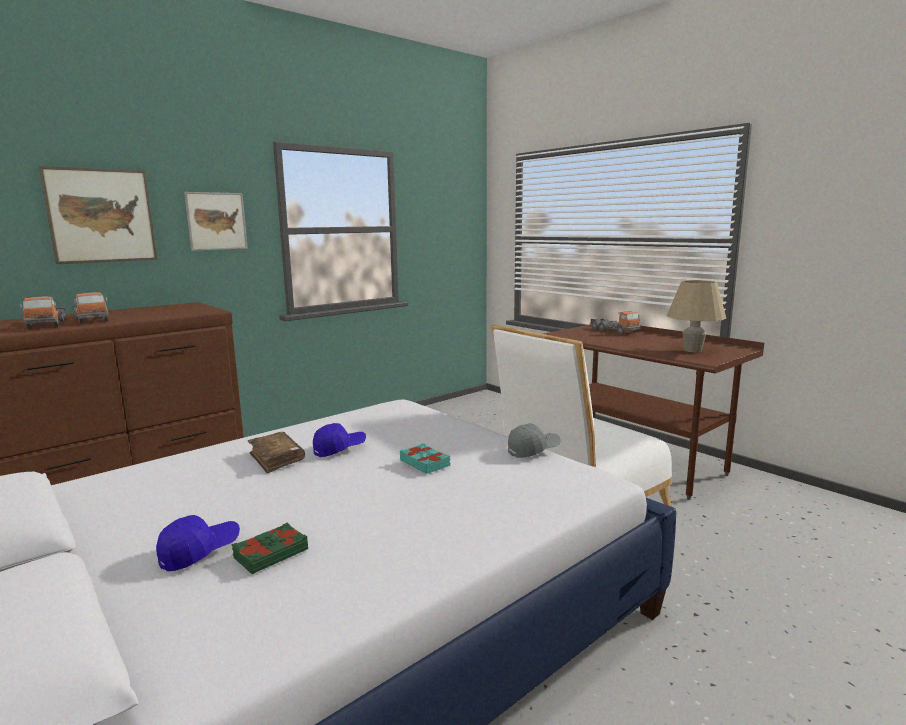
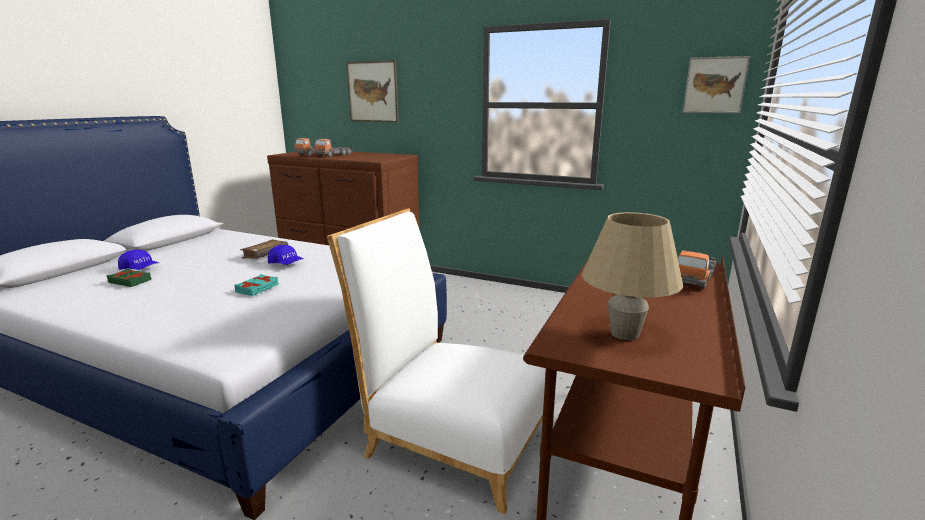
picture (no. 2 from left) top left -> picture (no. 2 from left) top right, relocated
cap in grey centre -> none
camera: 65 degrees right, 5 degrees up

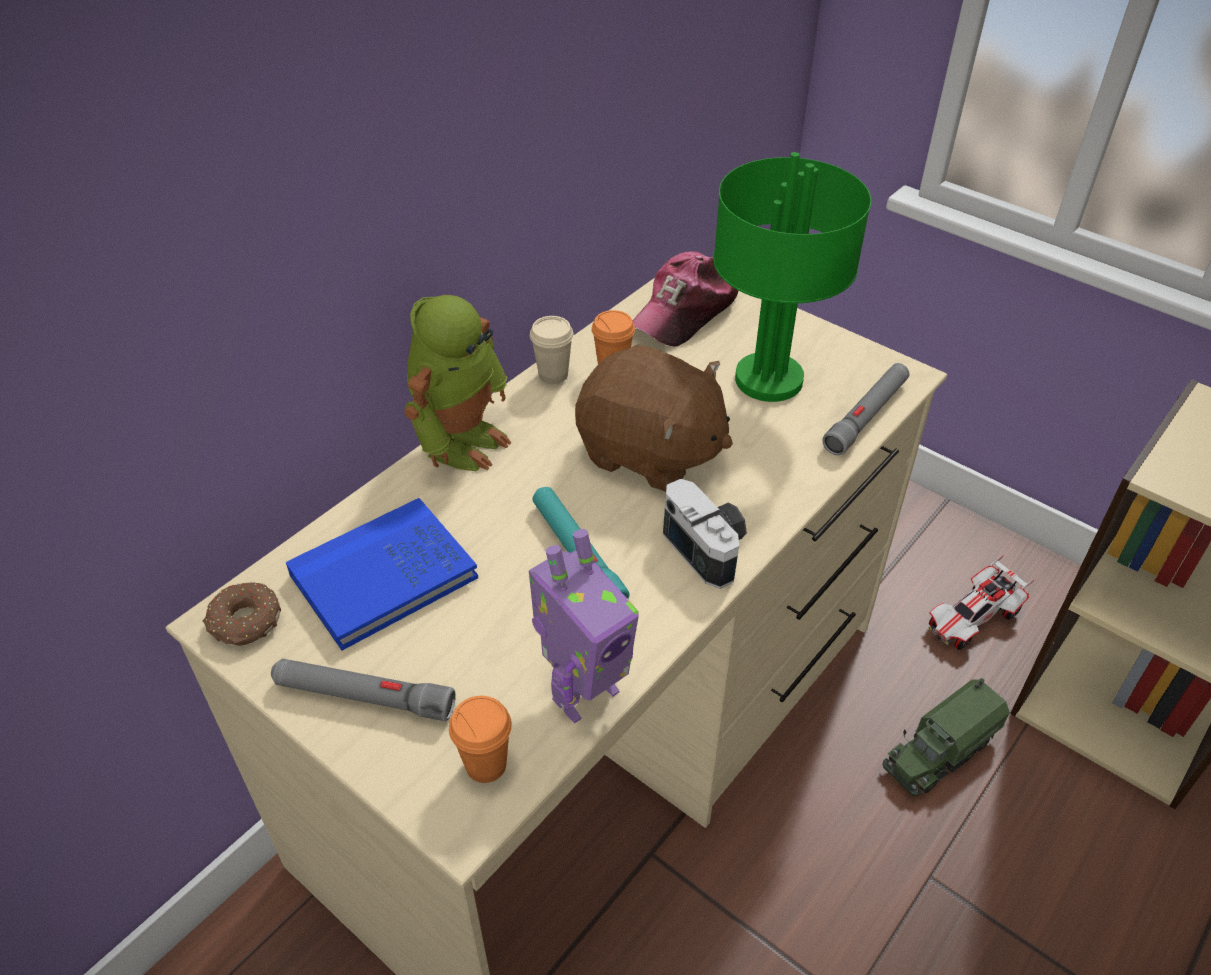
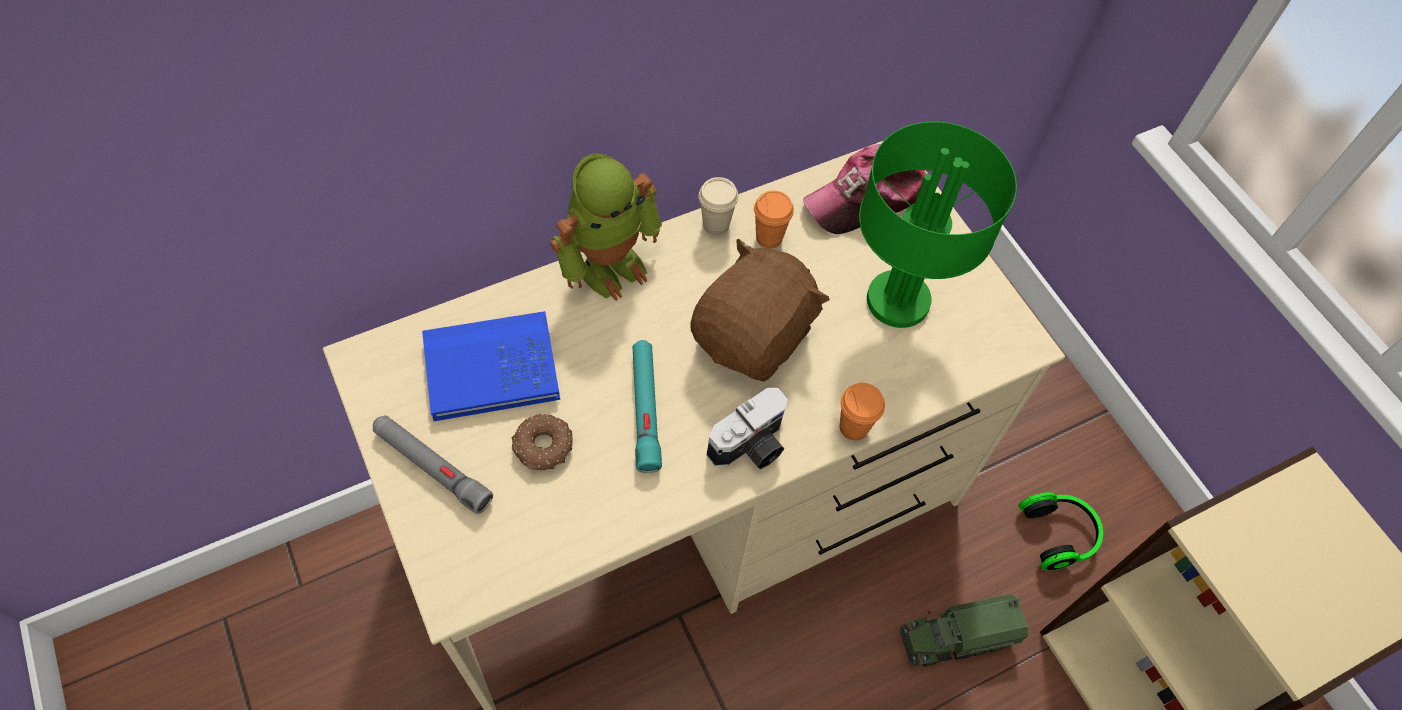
donut middle left -> donut centre, relocated
cup in orange (no. 1 from left in the first image) bottom centre -> cup in orange (no. 2 from left) centre, relocated
toy robot (no. 2 from left) centre -> none
plush toy in brown centre, 105 degrees counterclockwise
photo camera centre, 60 degrees clockwise
flashlight in grey (no. 2 from left) middle right -> none
toy car middle right -> headphones bottom right
camera: 20 degrees right, 15 degrees up

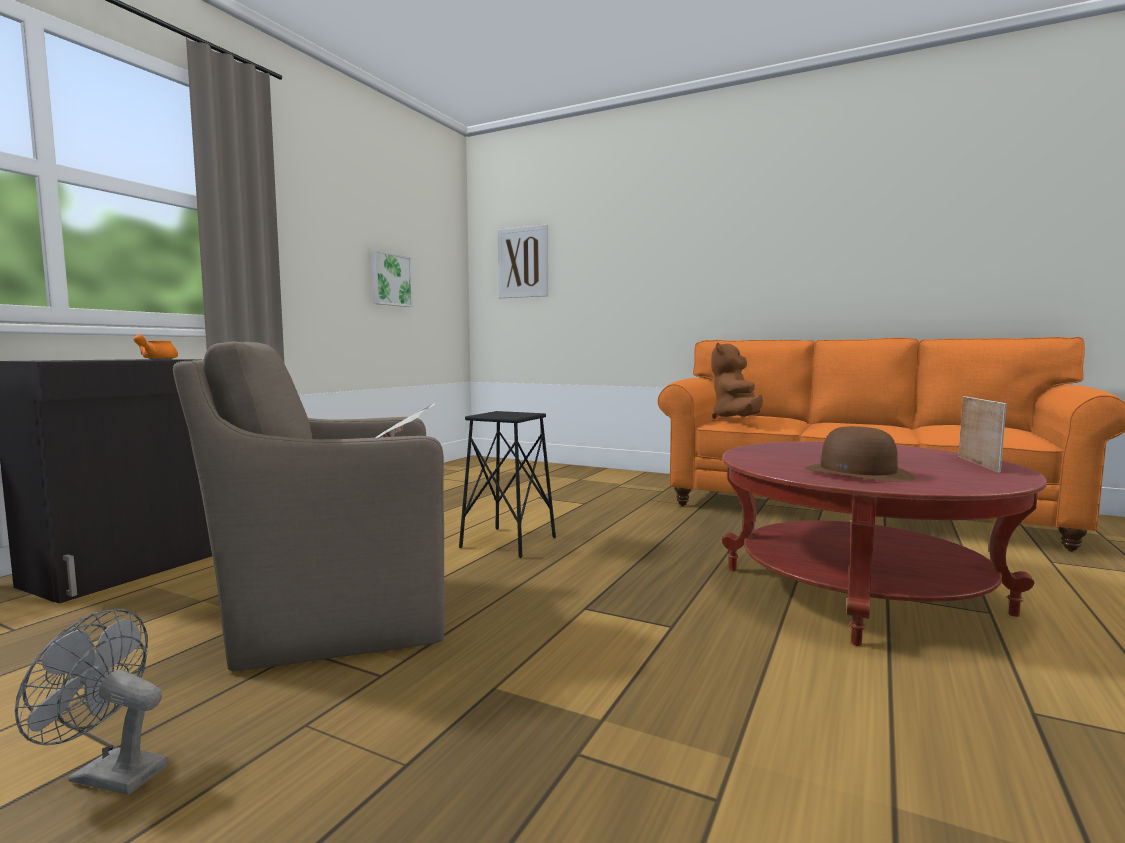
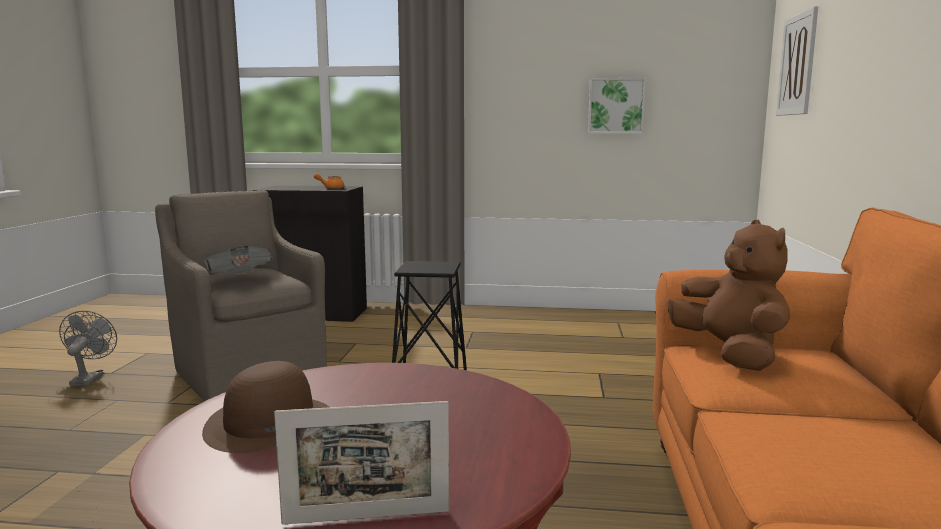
plush toy in brown centre -> plush toy in brown middle right, 75 degrees clockwise
camera: 70 degrees right, 5 degrees up

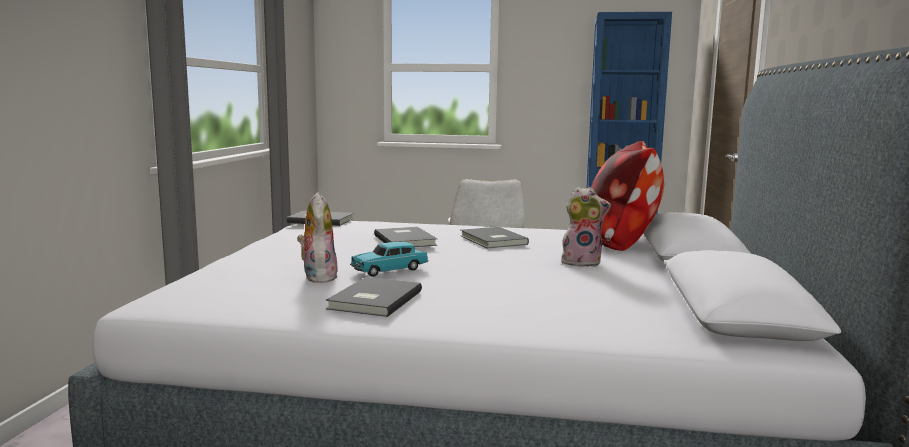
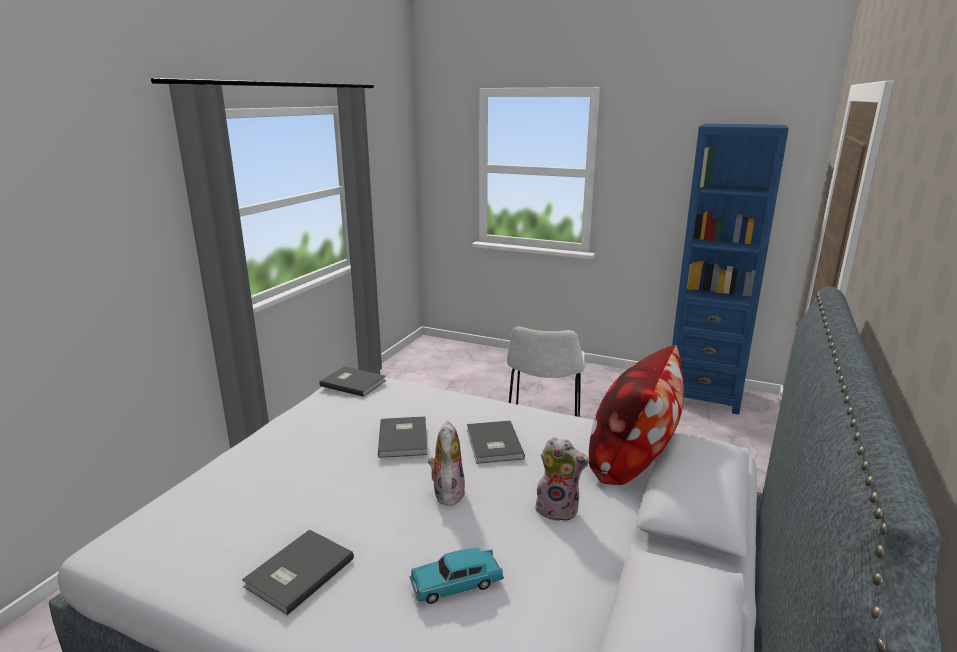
plush toy (no. 1 from left) centre -> plush toy (no. 1 from left) bottom centre, relocated
toy car in turquoise centre -> toy car in turquoise bottom centre, relocated
camera: 15 degrees right, 10 degrees up

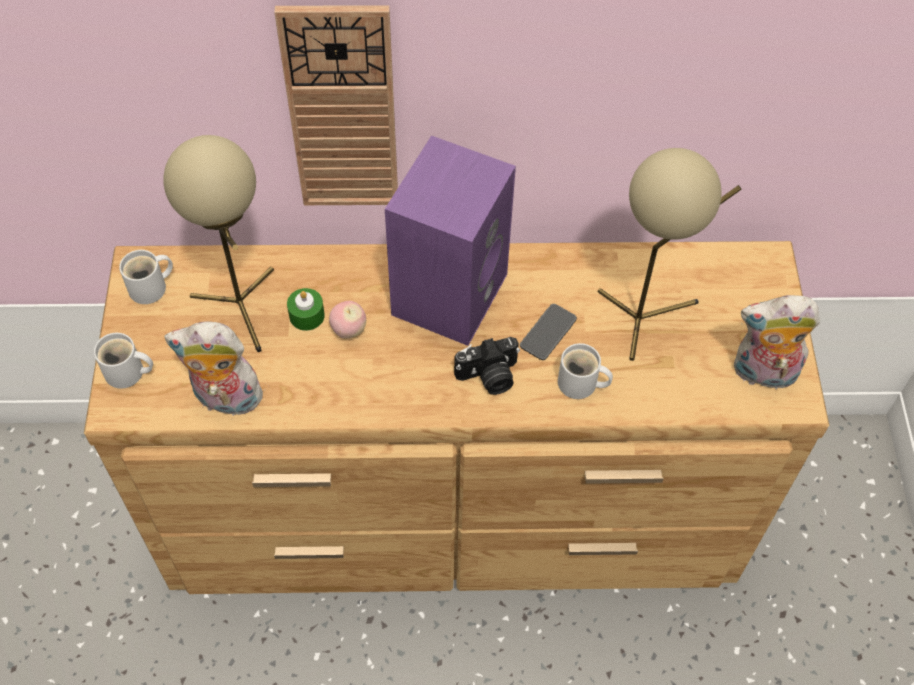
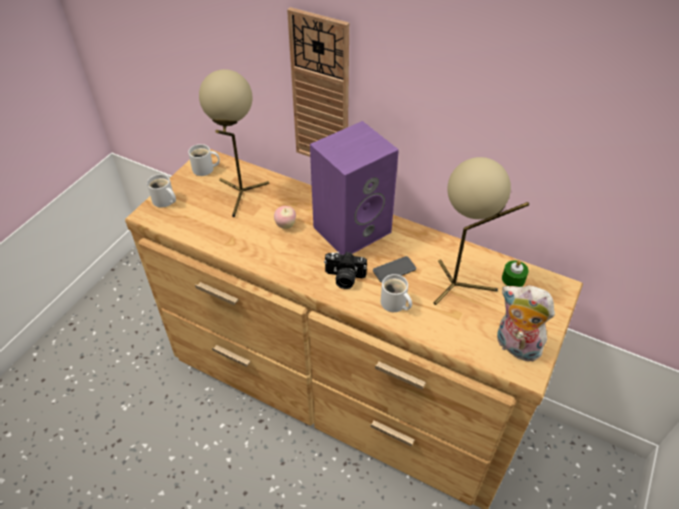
plush toy (no. 1 from left) middle left -> none
candle in green centre -> candle in green middle right, relocated
camera: 30 degrees right, 10 degrees down

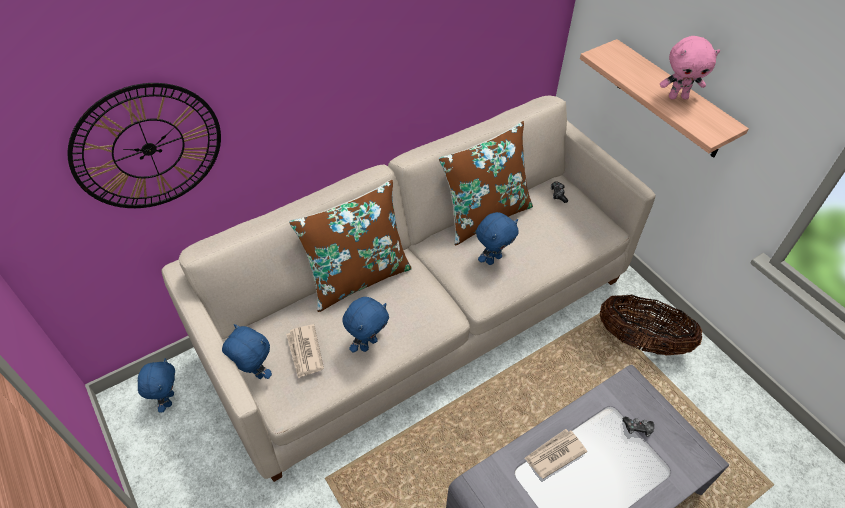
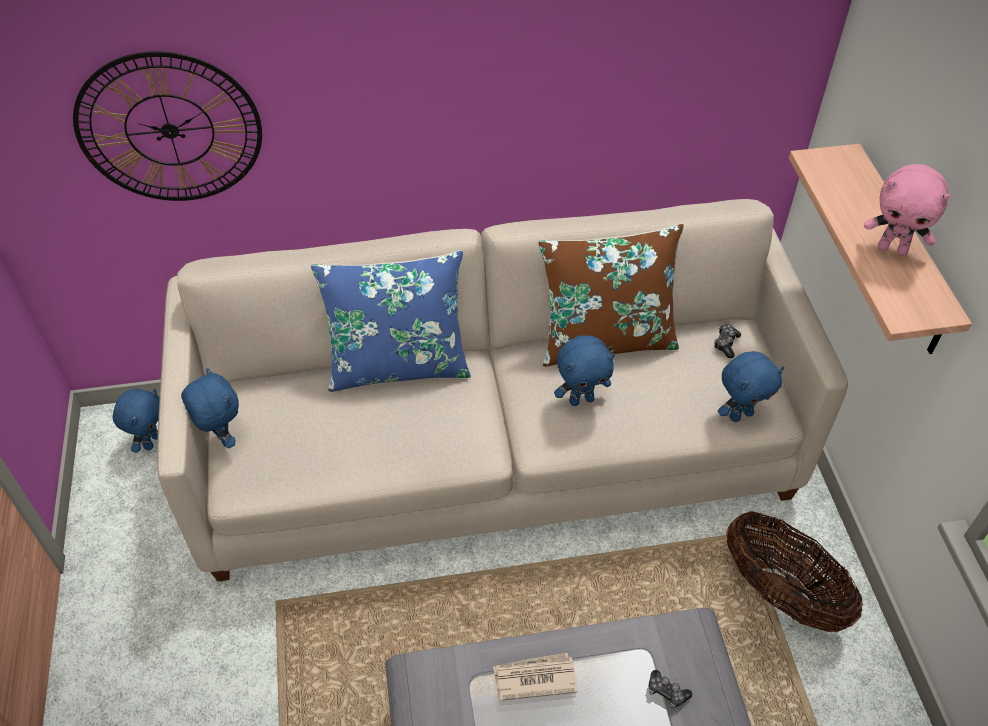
newspaper (no. 1 from left) bottom centre -> none
pillow in brown (no. 1 from left) centre -> pillow in blue centre
plush toy in blue (no. 3 from left in the first image) centre -> plush toy in blue (no. 4 from left) middle right, relocated
camera: 25 degrees right, 0 degrees up

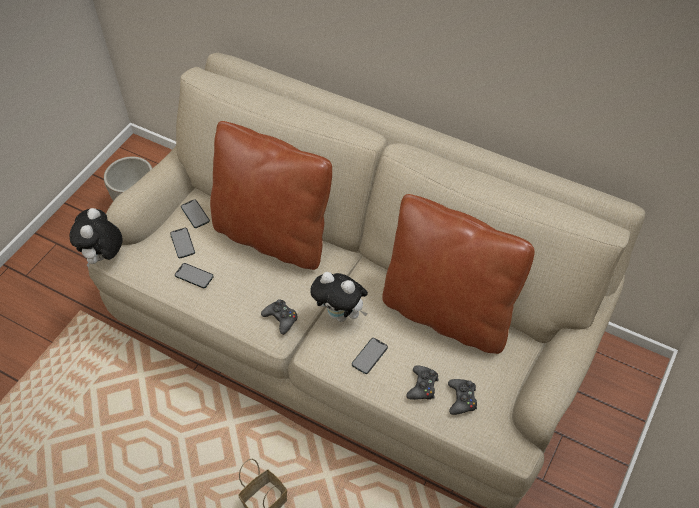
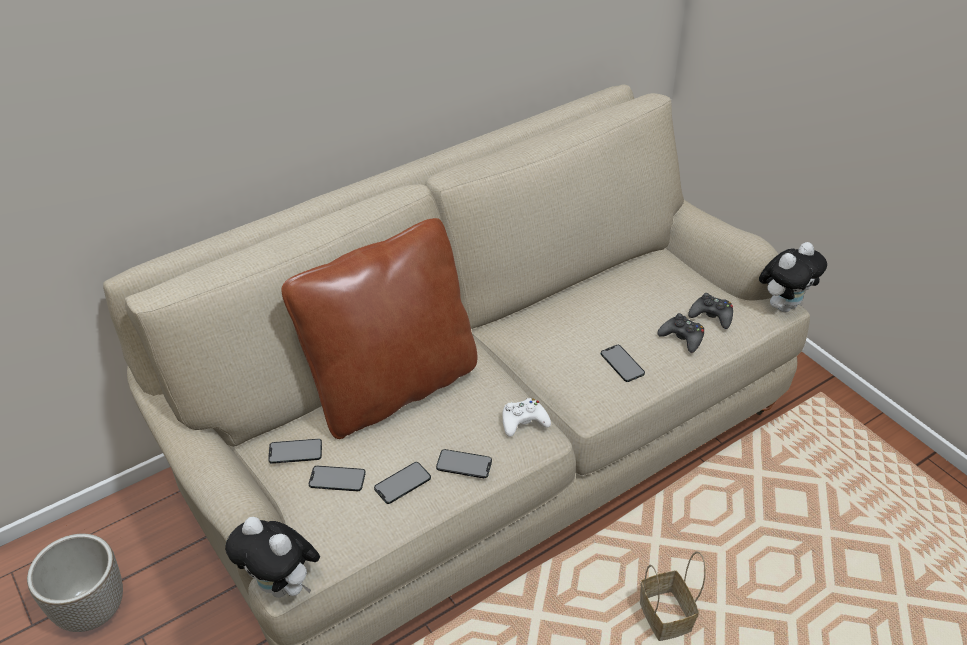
game controller in black (no. 1 from left) centre -> game controller in white centre
plush toy (no. 2 from left) centre -> plush toy (no. 2 from left) middle right, relocated
pillow in brown (no. 2 from left) centre -> none
none -> phone (no. 4 from left) bottom centre
camera: 65 degrees left, 10 degrees down

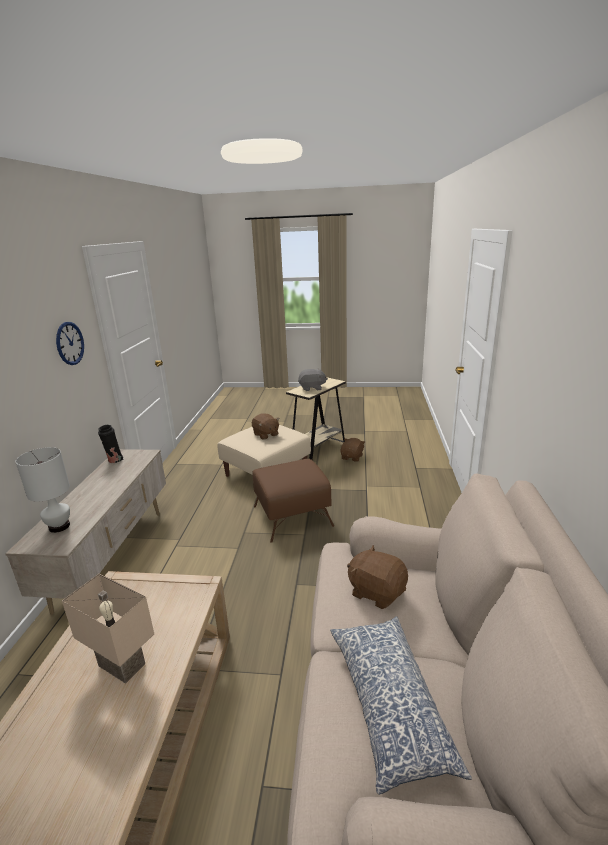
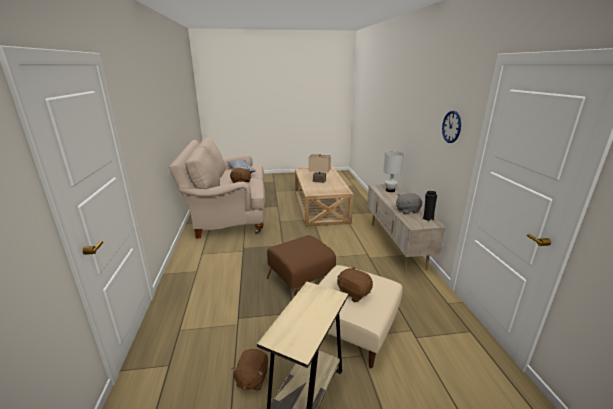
plush toy in grey centre -> plush toy in grey middle right, relocated
camera: 165 degrees right, 0 degrees up

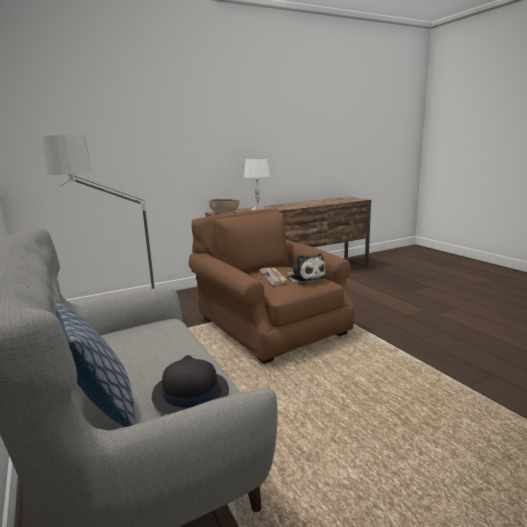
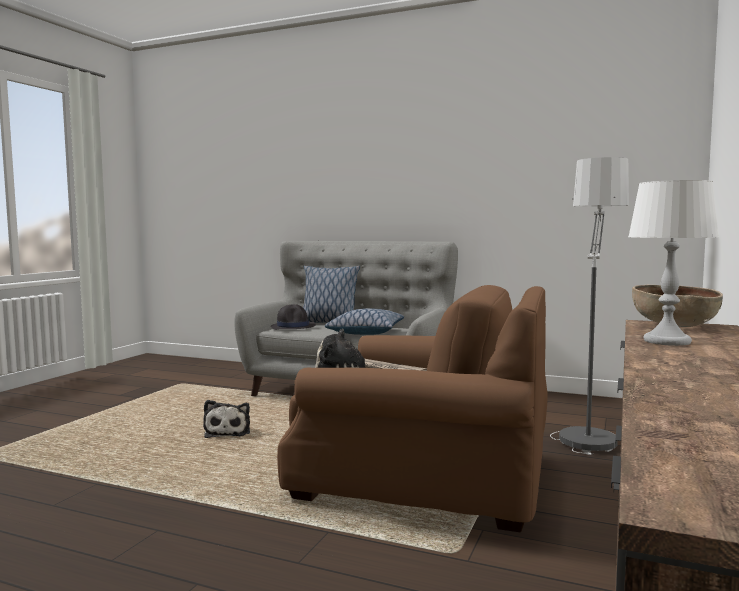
none -> plush toy (no. 1 from left) bottom left
none -> pillow (no. 2 from left) centre
camera: 140 degrees right, 10 degrees down

